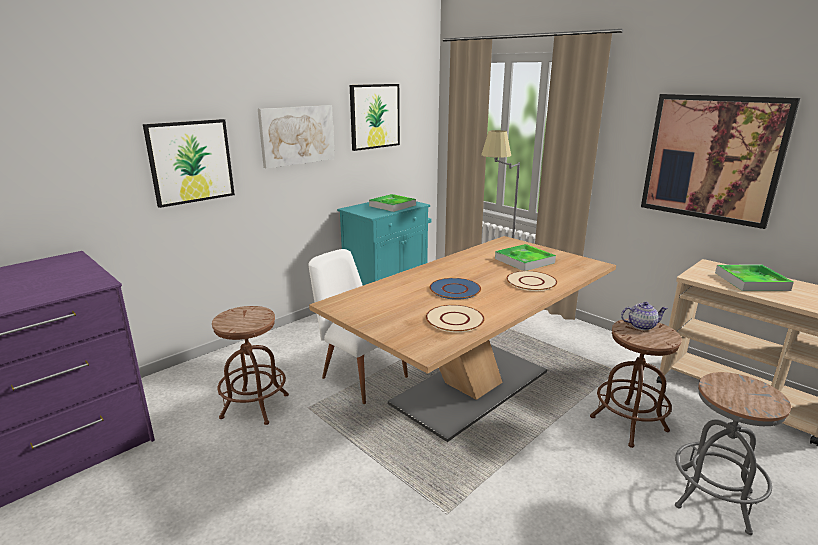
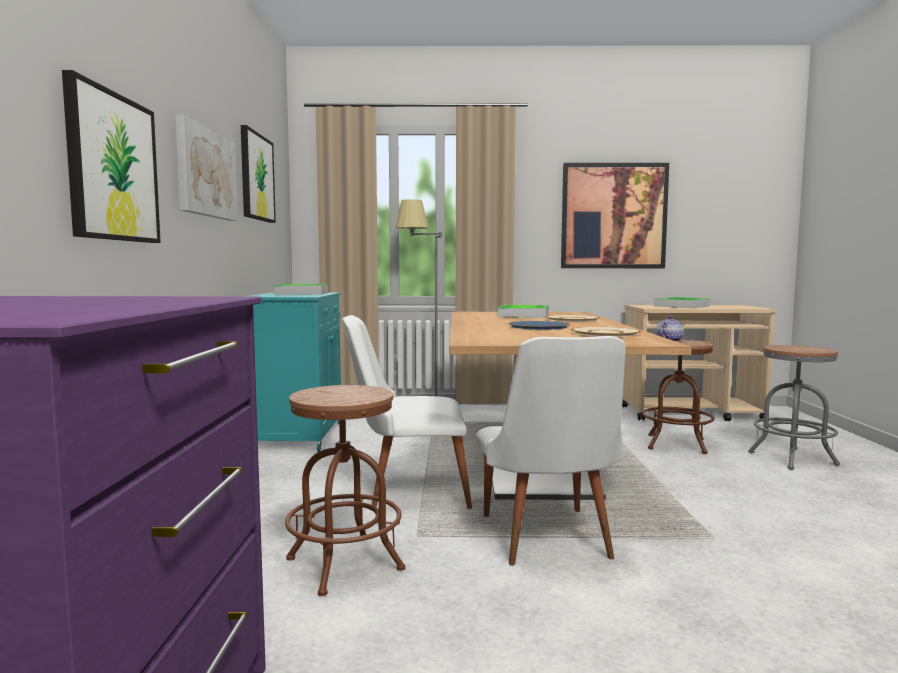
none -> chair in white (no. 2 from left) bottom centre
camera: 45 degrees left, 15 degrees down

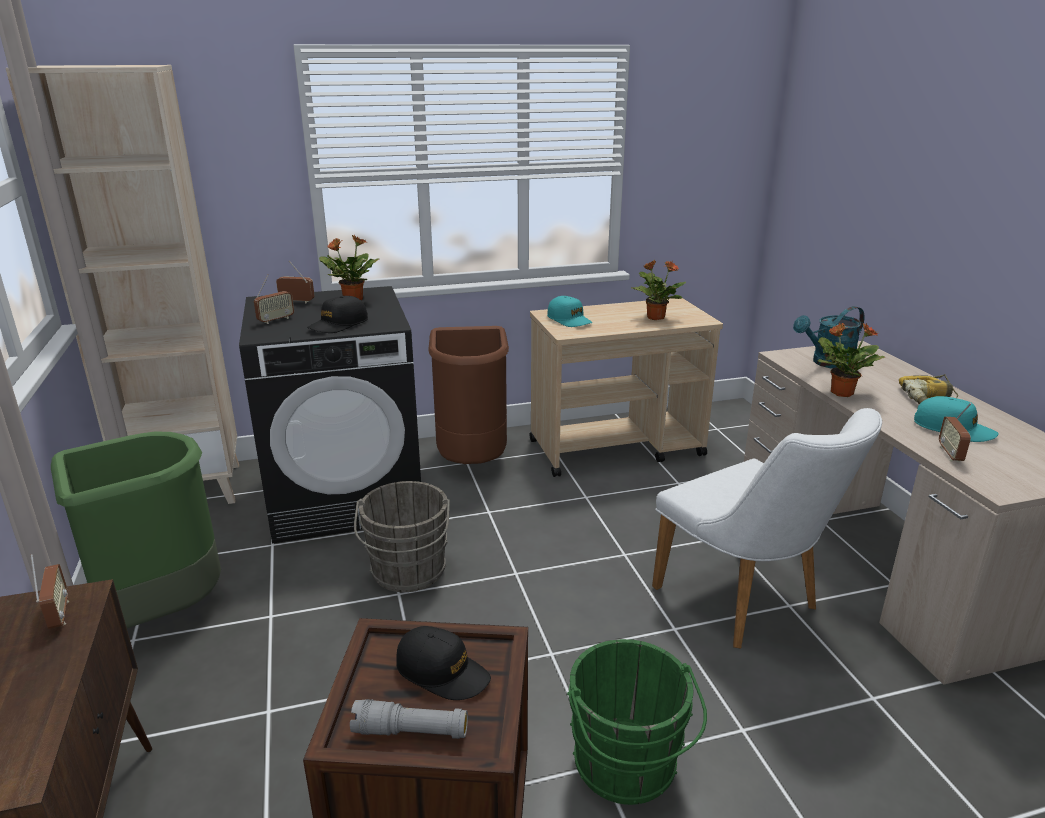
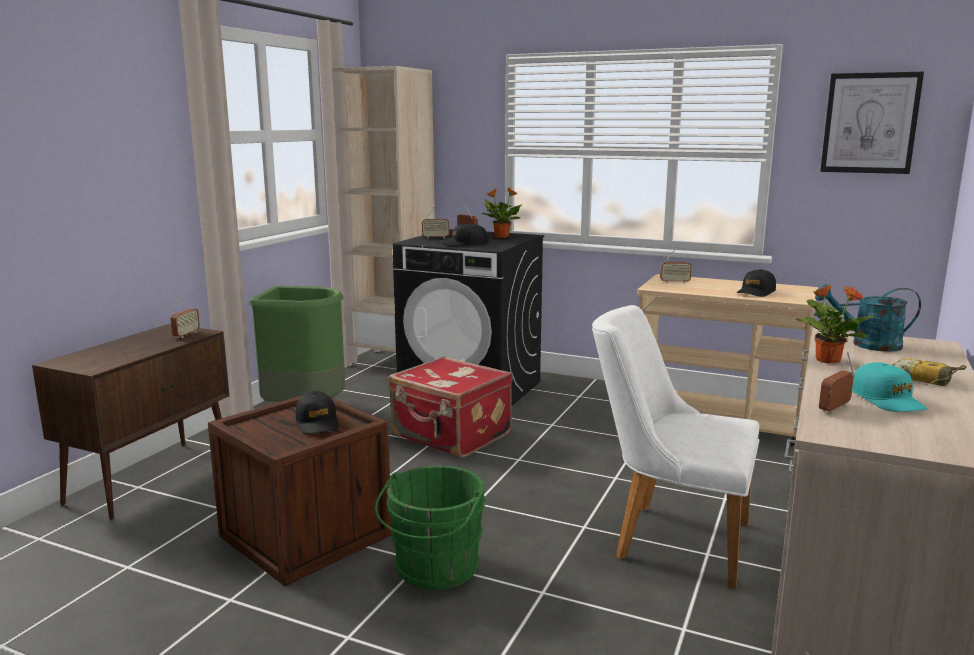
flashlight in grey bottom centre -> none
bucket in grey centre -> suitcase in red centre
trash can in brown centre -> none
cap in turquoise (no. 1 from left) centre -> radio (no. 4 from left) middle right
potted plant (no. 2 from left) centre -> cap in black (no. 3 from left) middle right
chair in white middle right -> chair in white bottom right, 105 degrees clockwise
none -> picture top right
camera: 40 degrees right, 10 degrees down

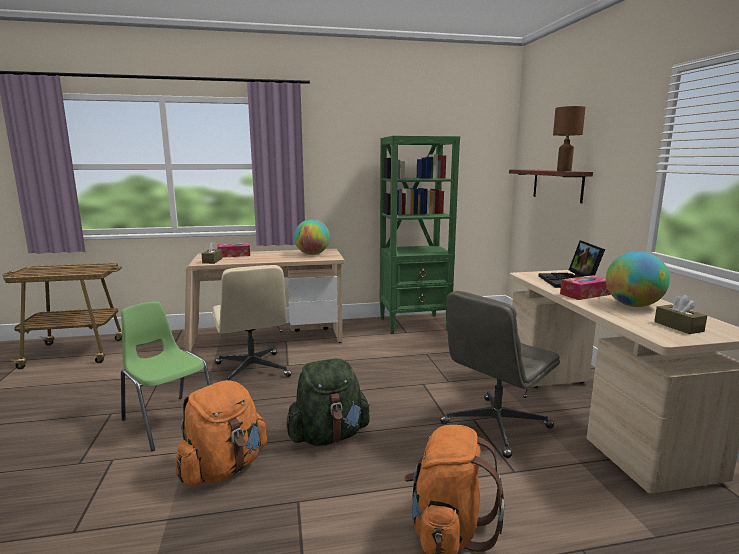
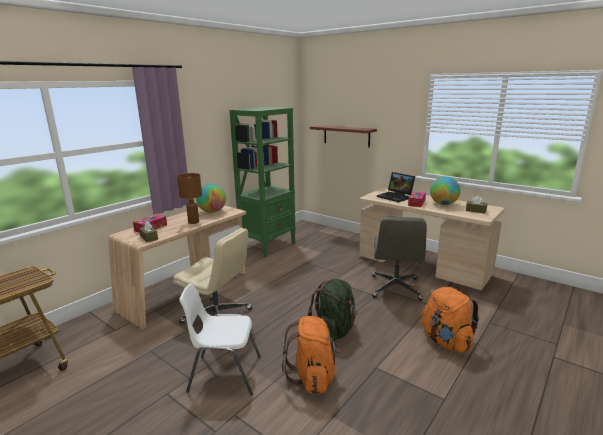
chair in green bottom left -> chair in white bottom centre
table lamp in brown top right -> table lamp in brown middle left, relocated
camera: 40 degrees left, 5 degrees up

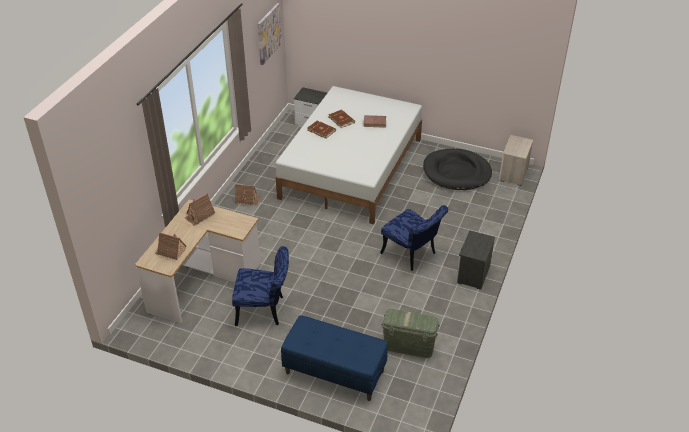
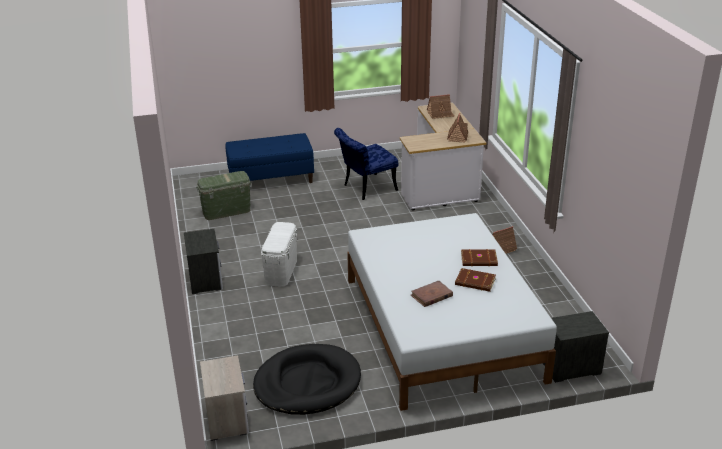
picture top centre -> none
chair in blue (no. 2 from left) centre -> storage box in white centre
camera: 145 degrees right, 10 degrees down

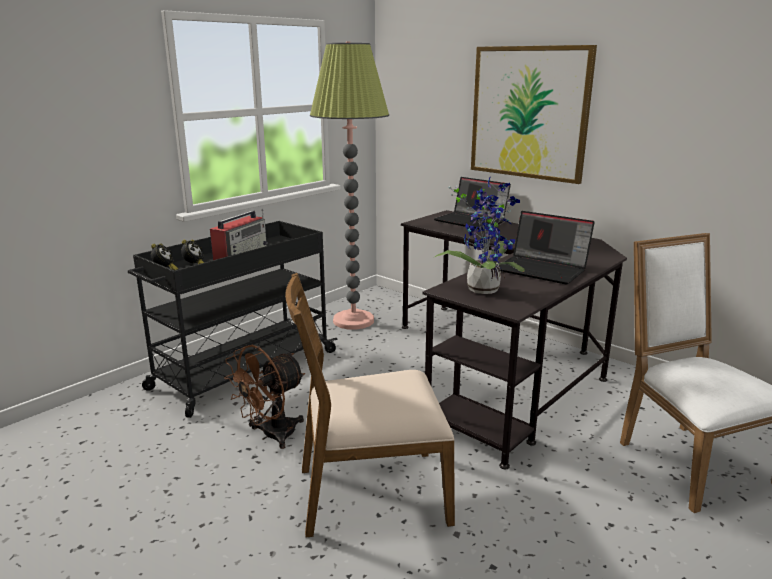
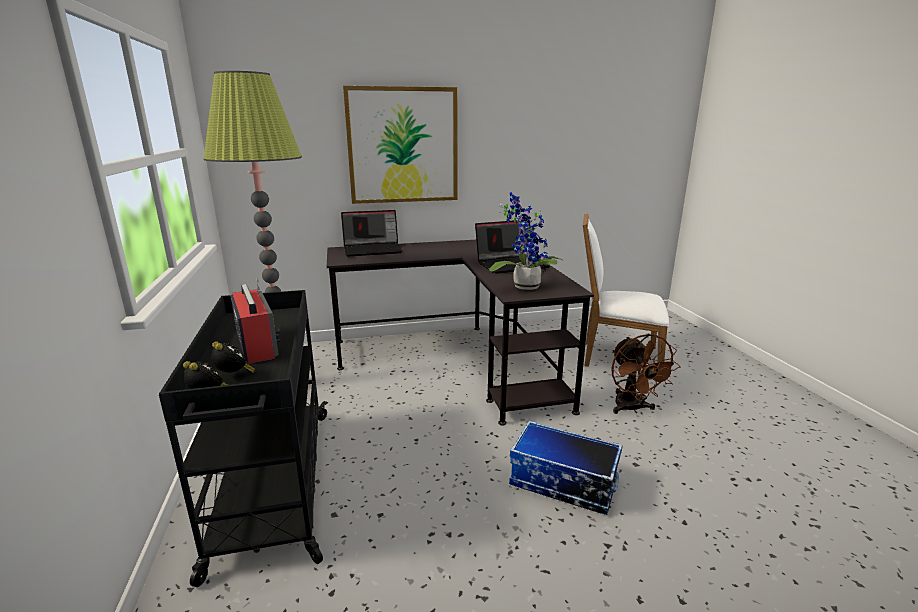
fan in brown bottom centre -> fan in brown middle right, relocated
chair in brown bottom centre -> storage box bottom centre
camera: 55 degrees left, 0 degrees up

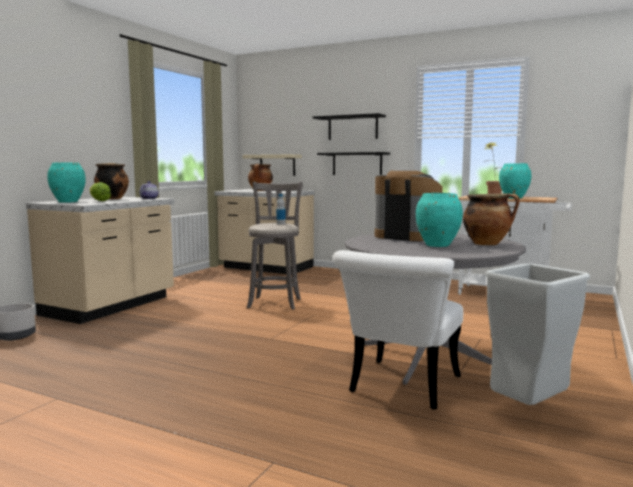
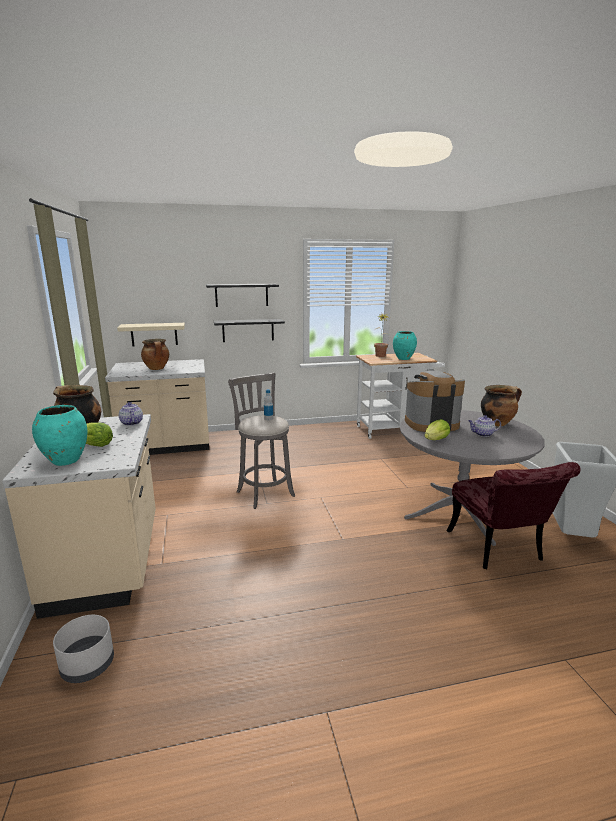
chair in white bottom centre -> chair in red middle right
vase in turquoise (no. 2 from left) middle right -> teapot (no. 2 from left) middle right
none -> lettuce (no. 2 from left) middle right
camera: 40 degrees left, 10 degrees up

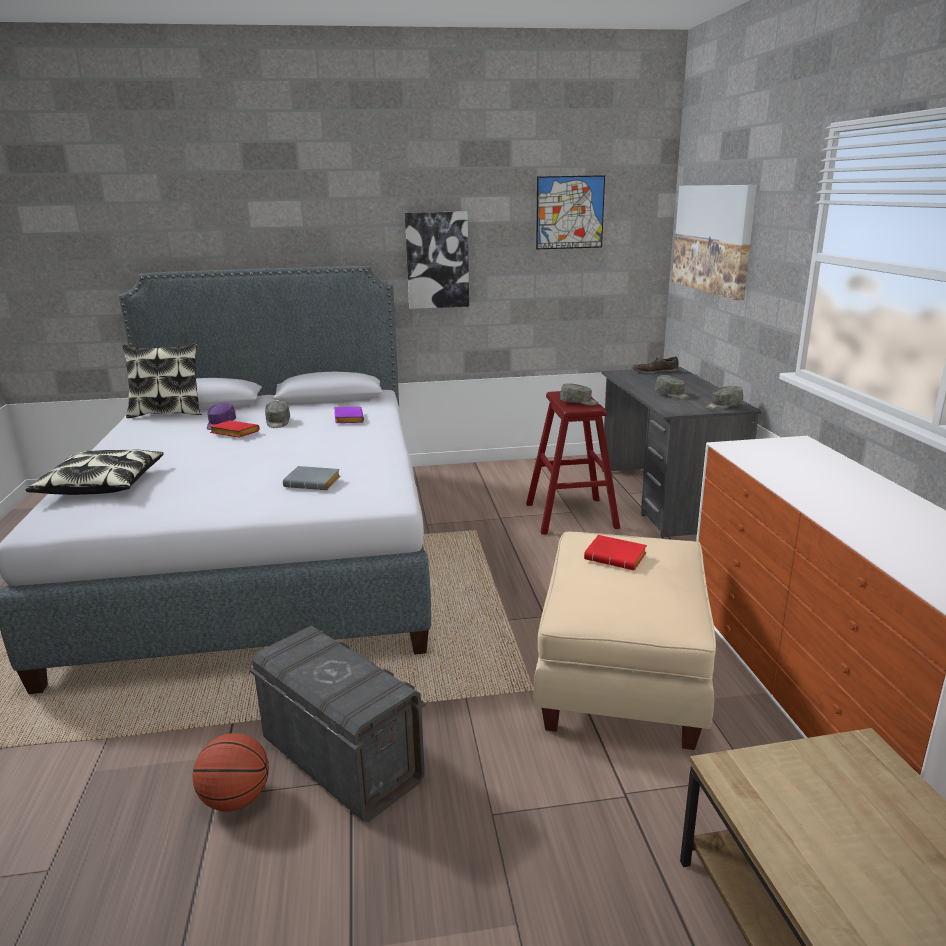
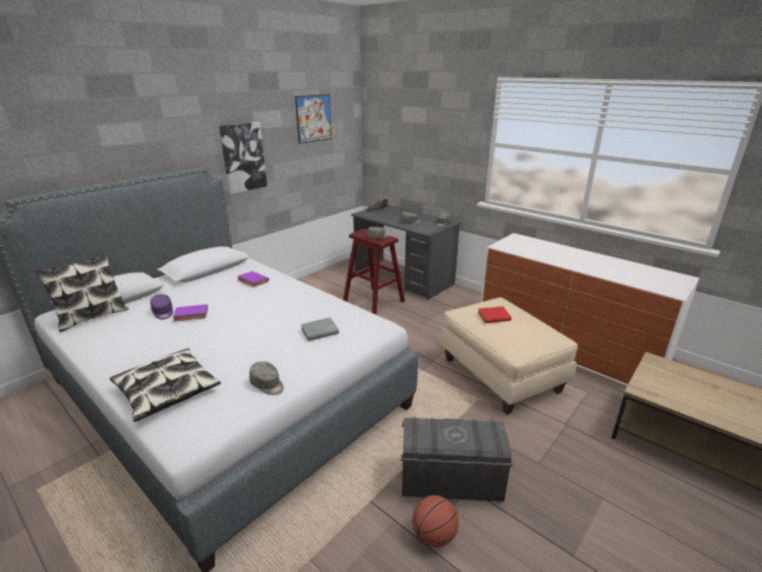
book in red (no. 1 from left) middle left -> book in purple (no. 1 from left) middle left
cap in grey (no. 1 from left) middle left -> cap in grey (no. 1 from left) centre, relocated
picture (no. 3 from left) top right -> none
camera: 40 degrees left, 5 degrees up

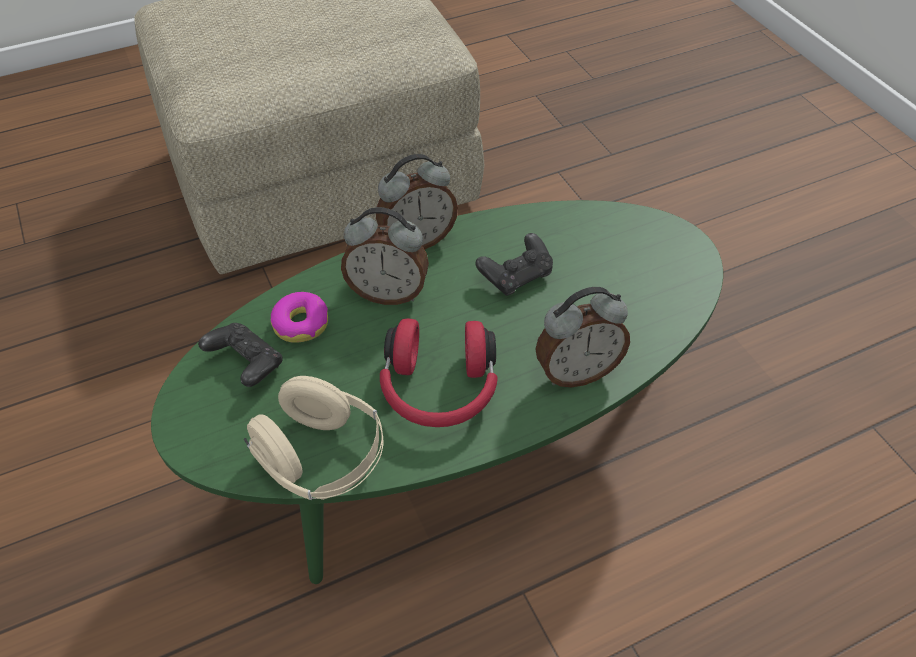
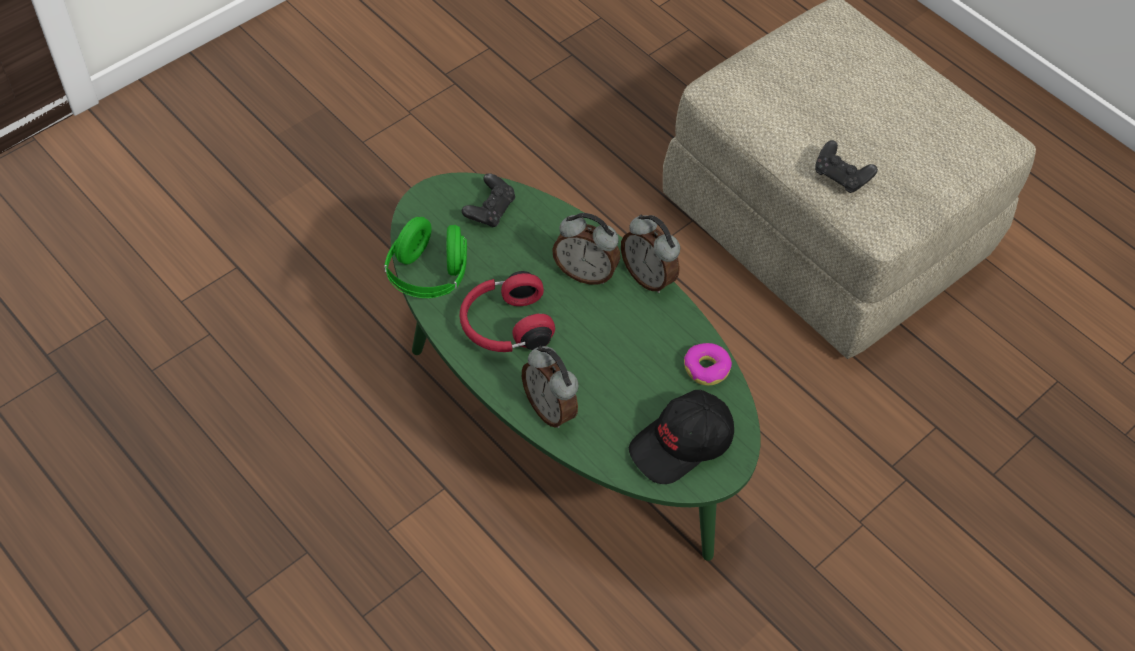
headphones in beige bottom centre -> headphones in green centre
donut middle left -> donut centre, relocated
alarm clock (no. 1 from left in the first image) centre -> alarm clock (no. 2 from left) centre, 60 degrees counterclockwise
game controller in black (no. 2 from left) centre -> game controller in black (no. 2 from left) top right, relocated
none -> cap in black bottom centre
camera: 70 degrees right, 5 degrees up

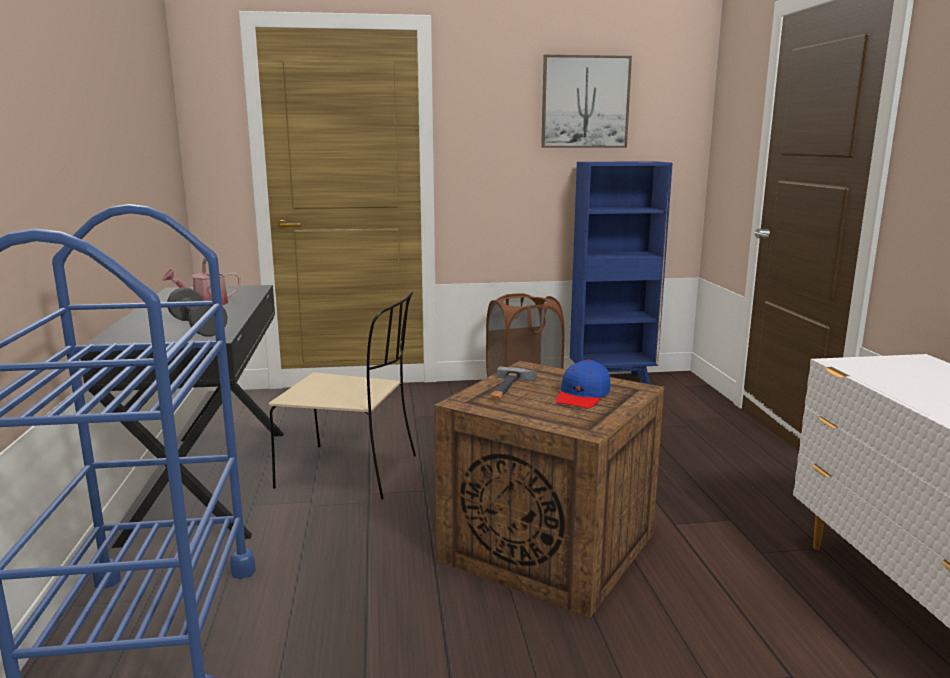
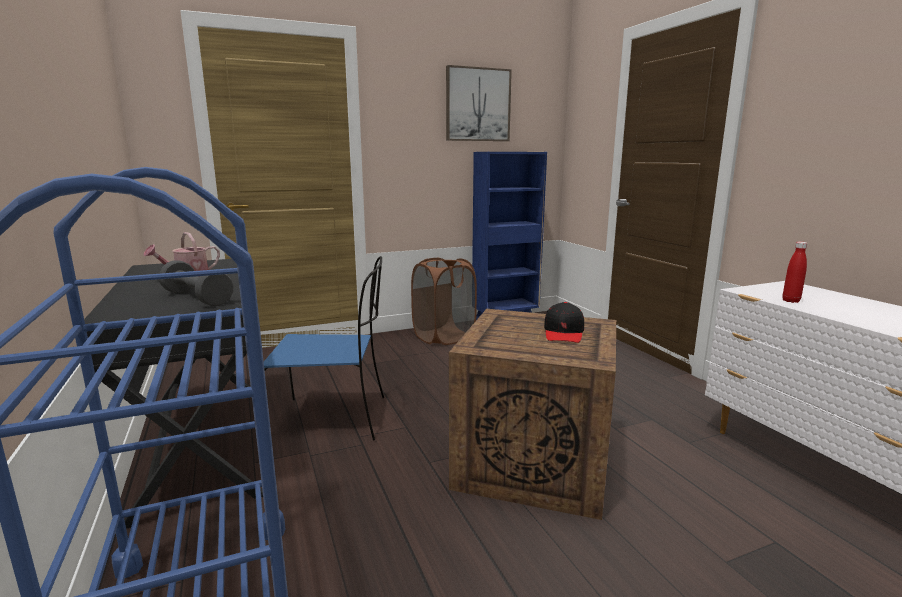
chair in beige centre -> chair in blue centre
hammer centre -> none
cap in blue centre -> cap in black centre
none -> bottle in red middle right
camera: 15 degrees left, 0 degrees up

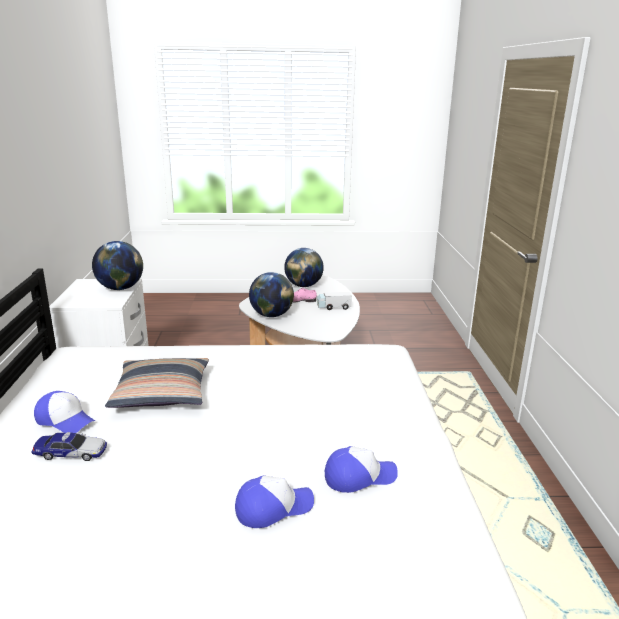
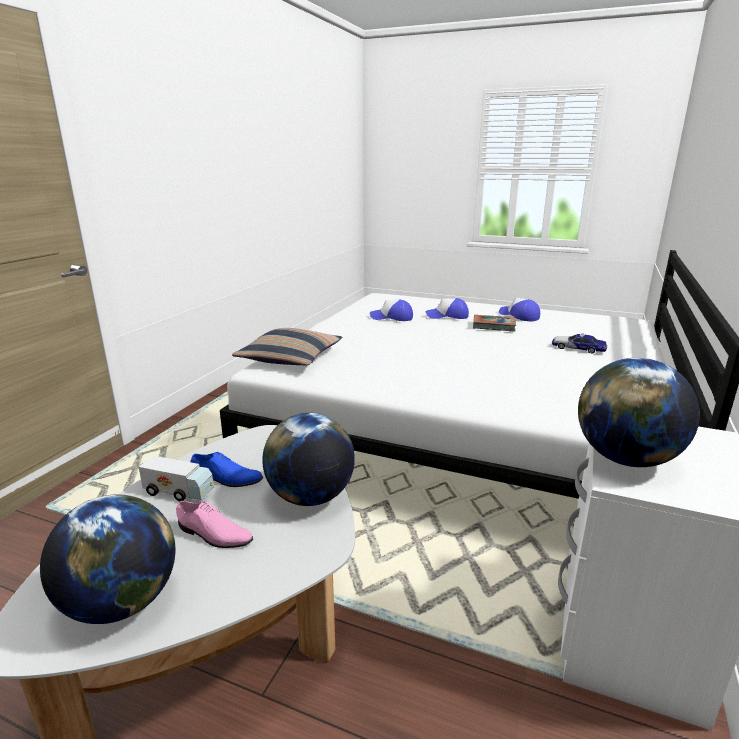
cap (no. 1 from left in the first image) middle left -> cap (no. 3 from left) middle right, relocated
pillow middle left -> pillow centre, relocated
none -> shoe in blue middle left
none -> book middle right
camera: 155 degrees left, 0 degrees up

